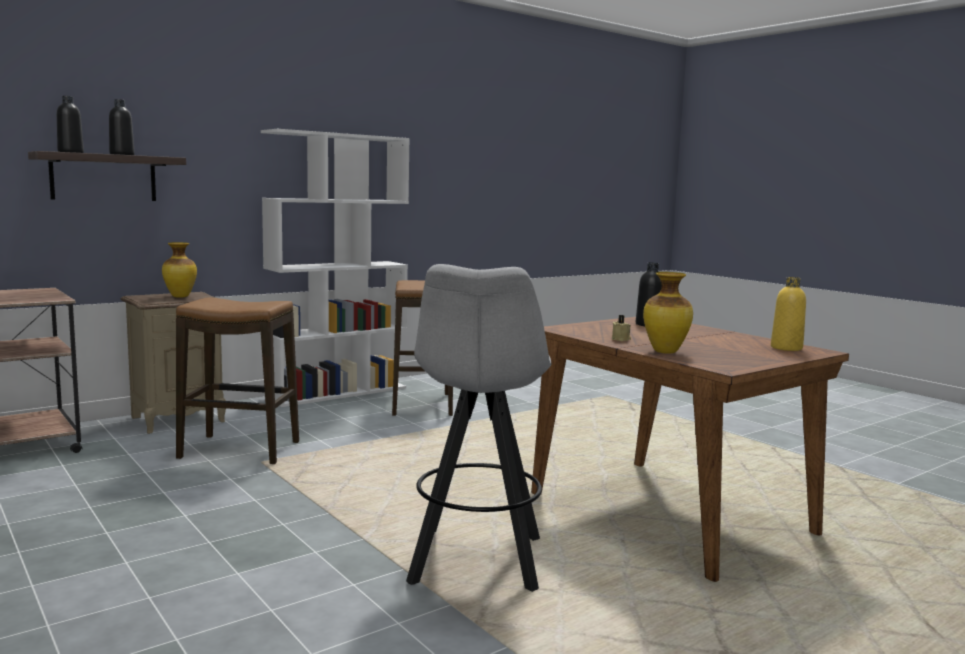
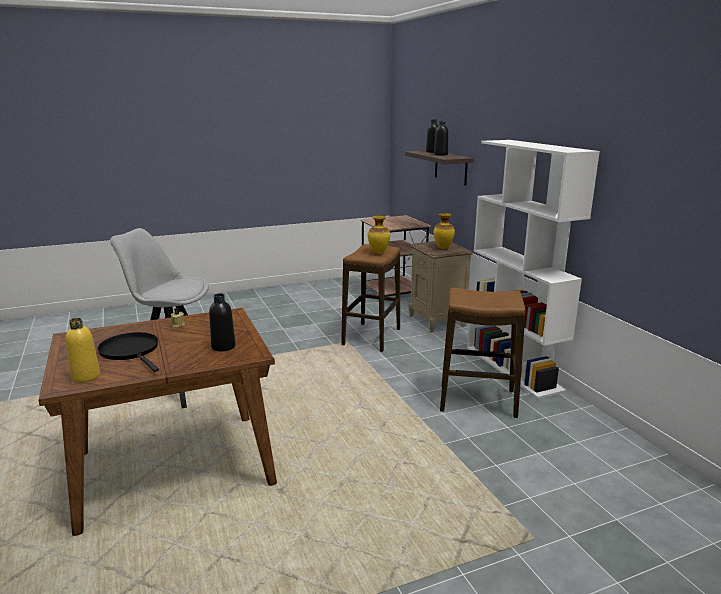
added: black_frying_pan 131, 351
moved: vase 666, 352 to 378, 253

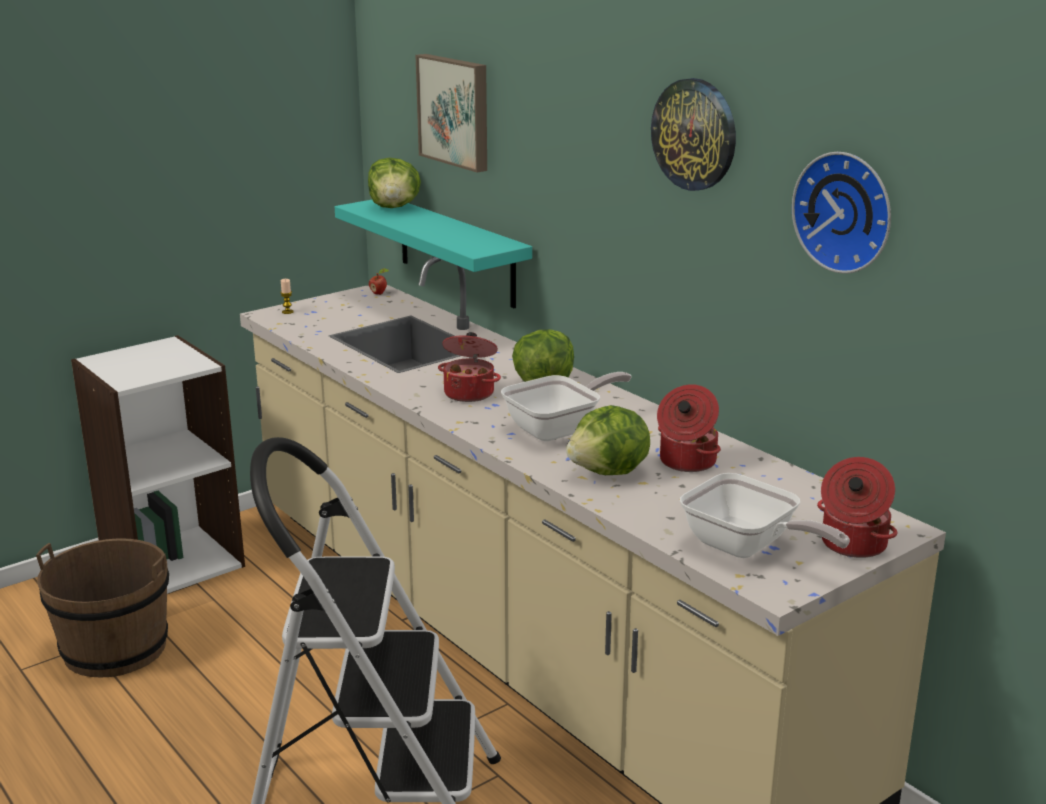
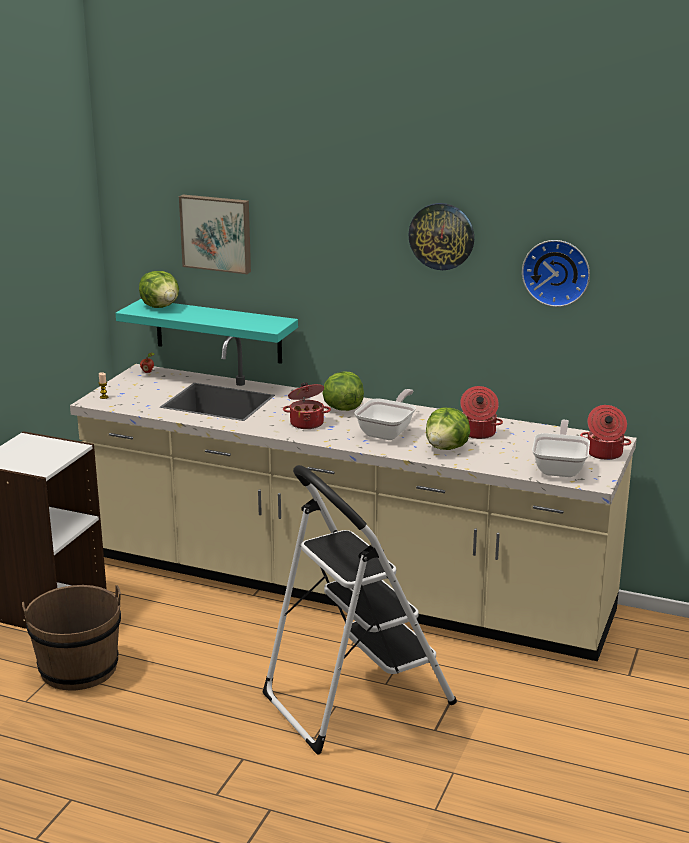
turned: frying_pan 747, 548 = 560, 468 90 degrees counterclockwise

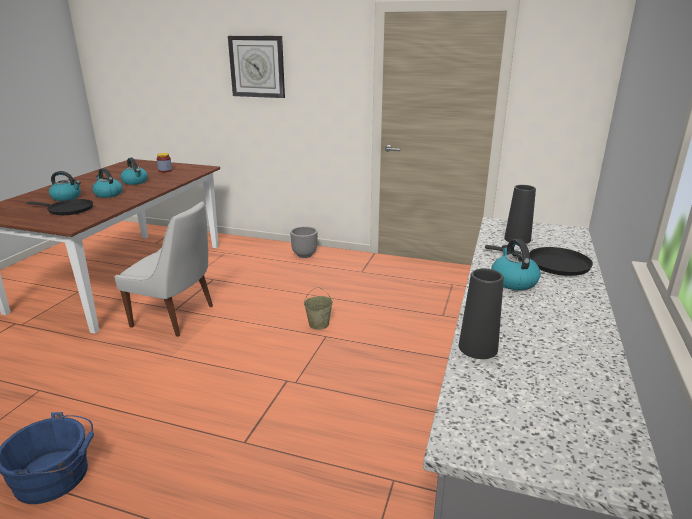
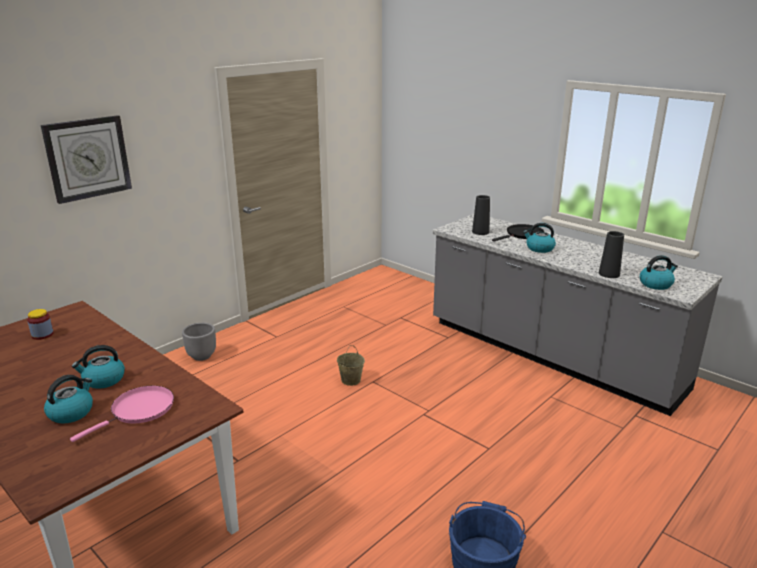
removed: white_chair 176, 317
moved: kettle 135, 182 to 656, 284
recoloured: black_frying_pan 68, 210 to pink_frying_pan 139, 410

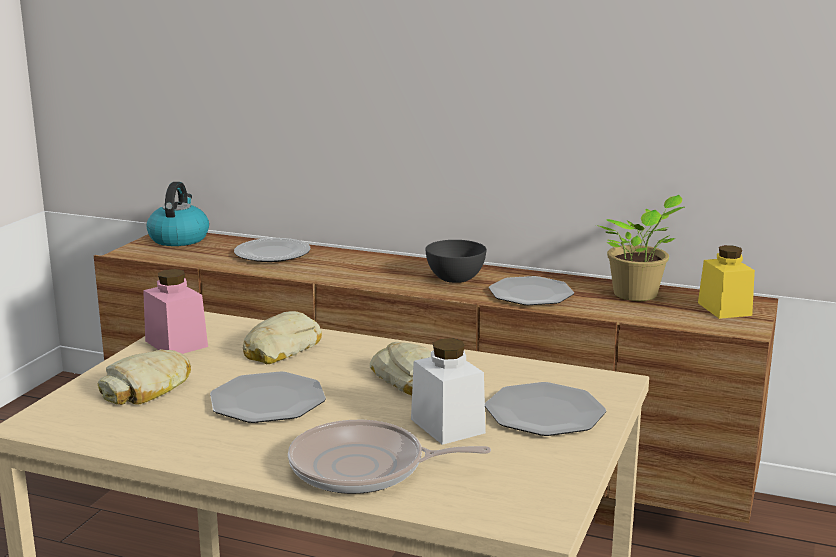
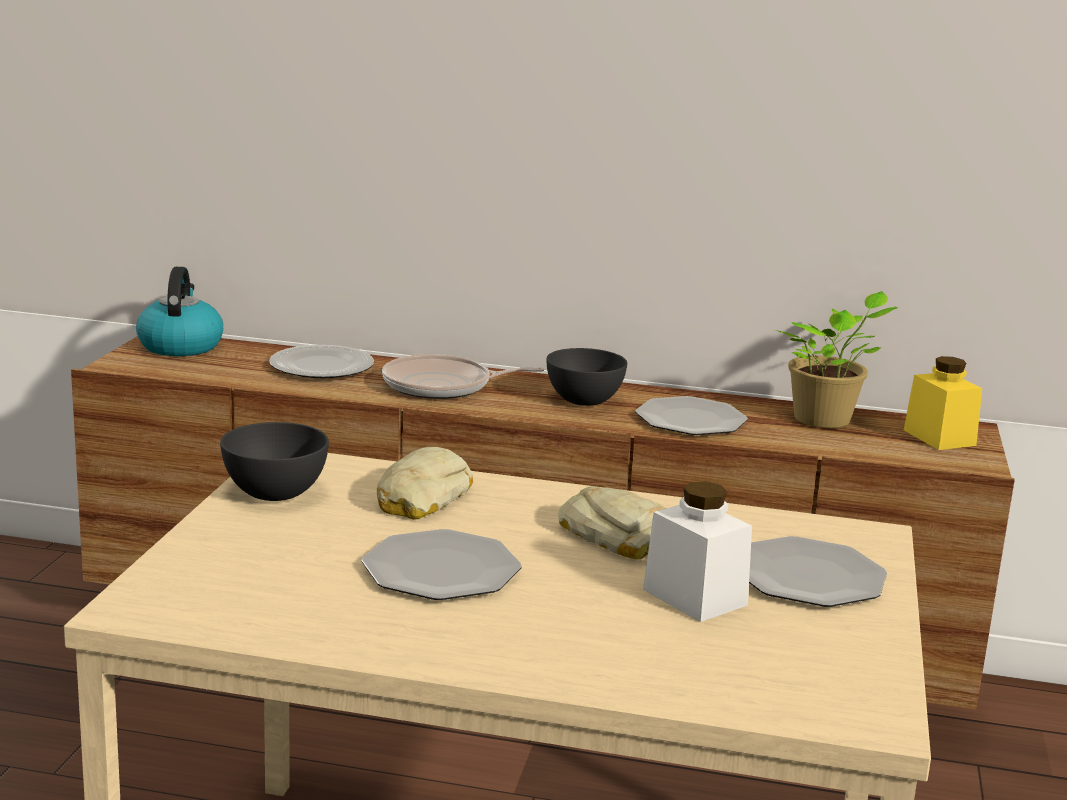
removed: bread 148, 388
moved: frying_pan 364, 468 to 443, 386
replaced: pink_jar 176, 344 to grey_bowl 274, 493

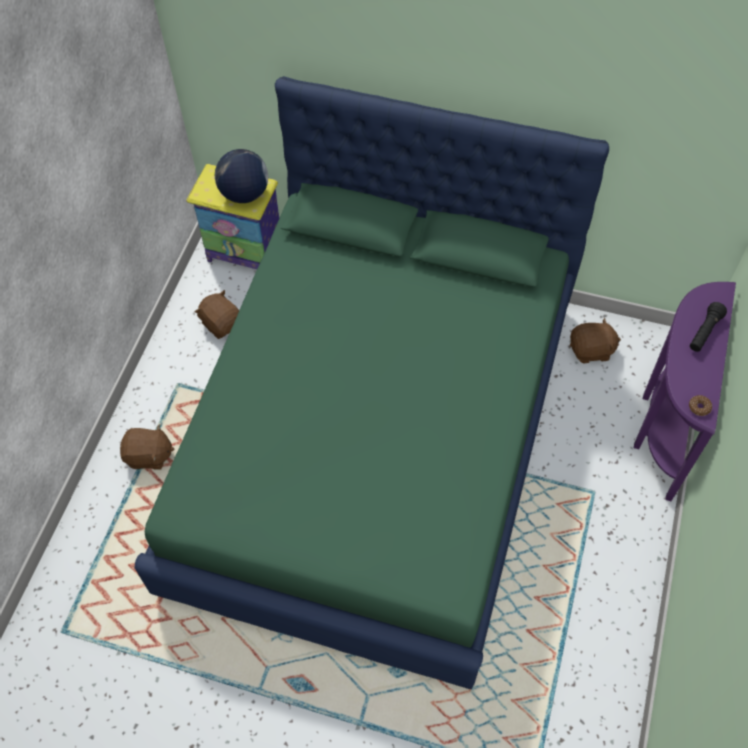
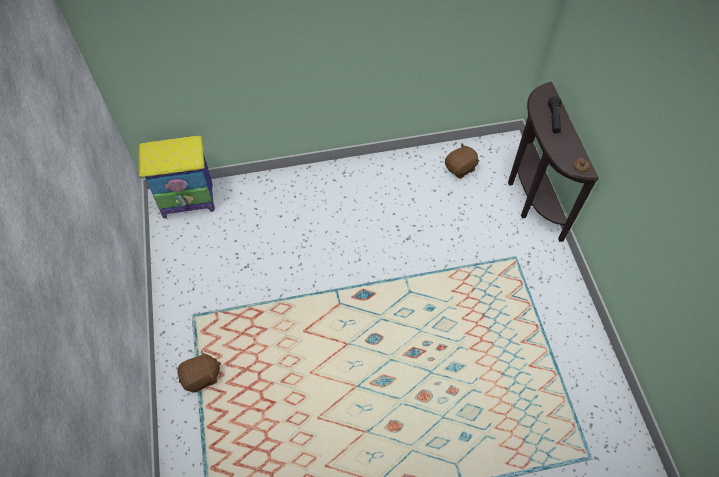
removed: green_bed 376, 440; brown_plush_toy 222, 323; globe 244, 194
recoloured: purple_console_table 661, 427 to brown_console_table 530, 198

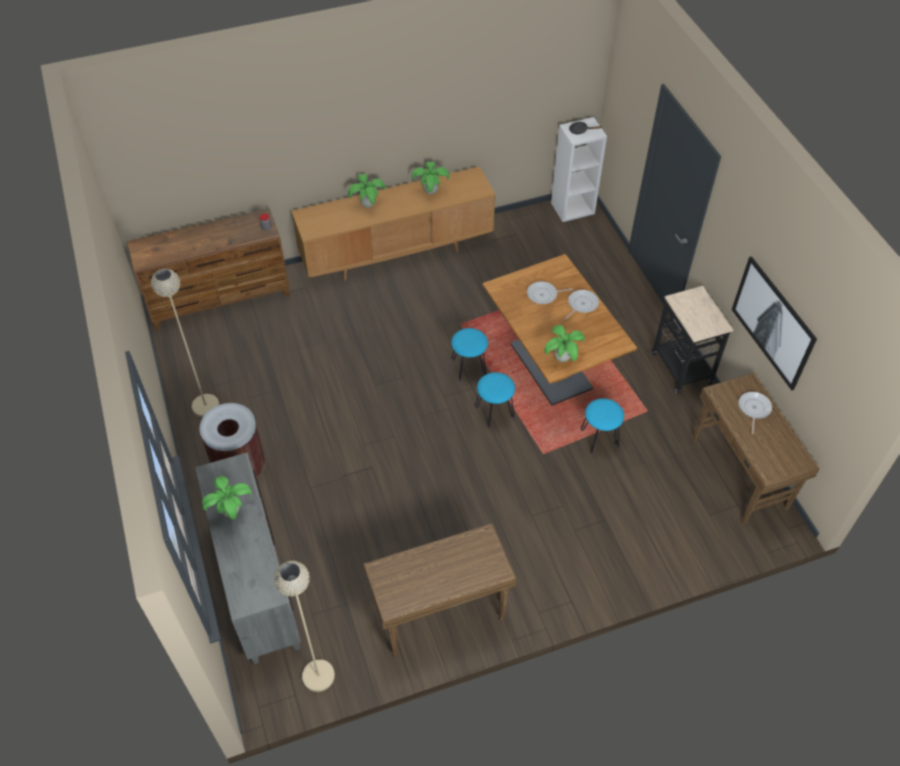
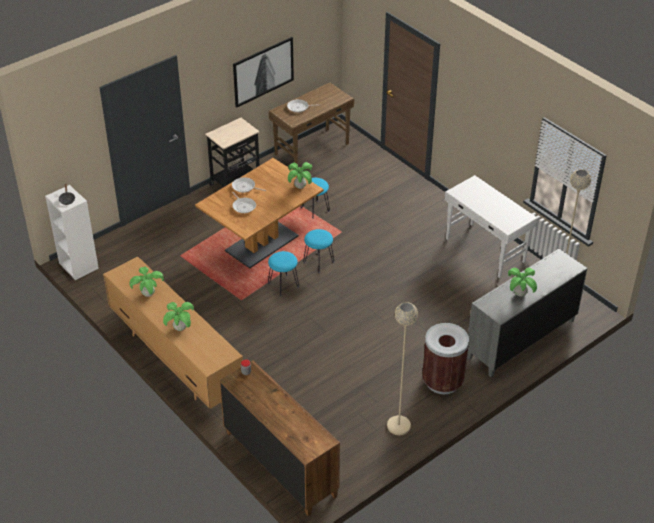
recoloured: brown_console_table 439, 613 to white_console_table 485, 250

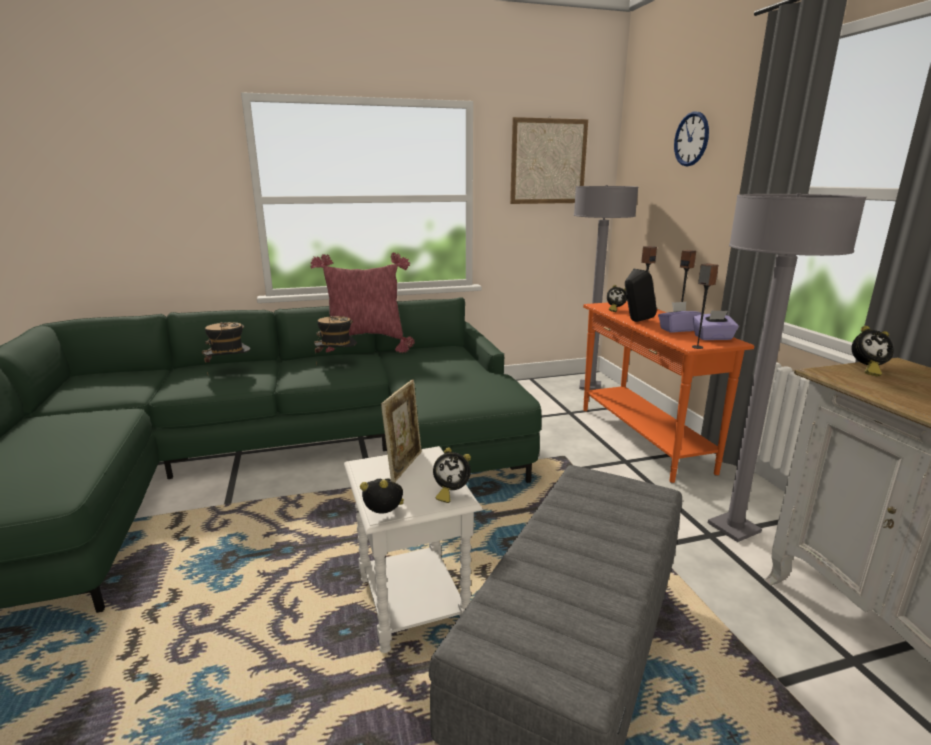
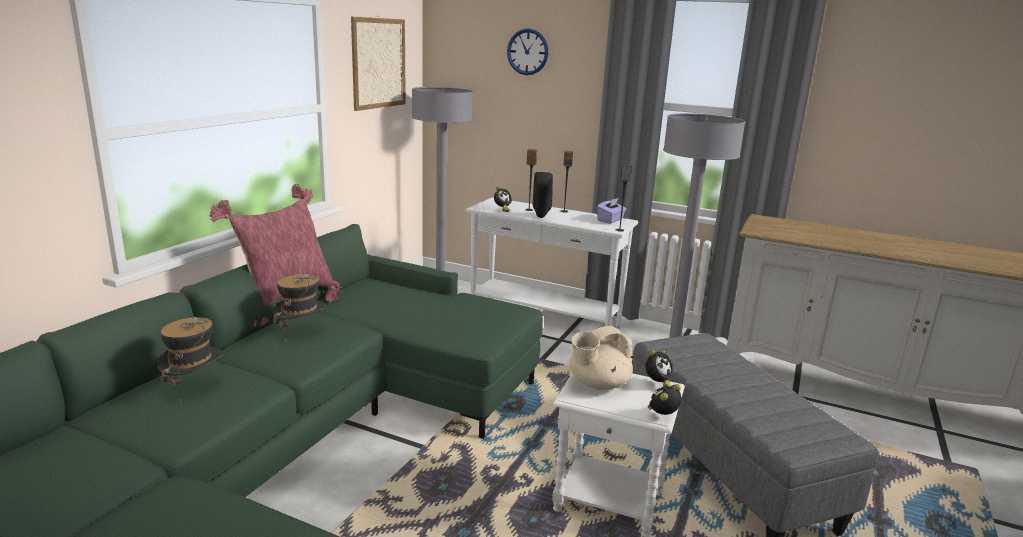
removed: purple_tissue_box 677, 329; alarm_clock 866, 370
replaced: picture_frame 404, 466 to beige_teapot 597, 384
recoloured: orange_console_table 644, 439 to white_console_table 545, 318

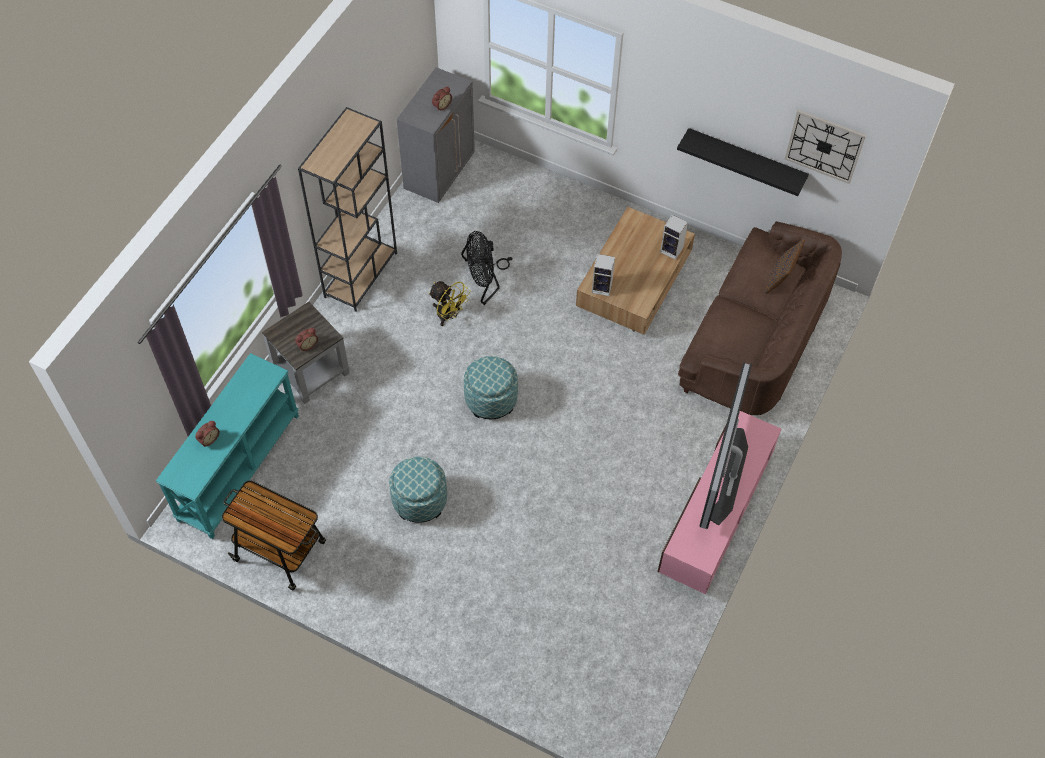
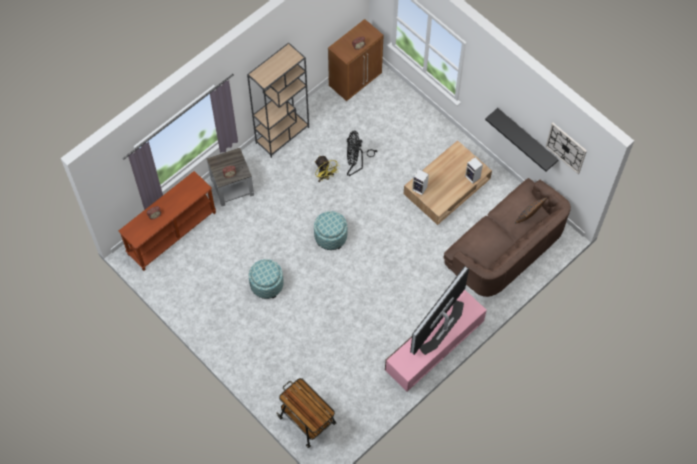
moved: cart 281, 552 to 307, 421
recoloured: turquoise_console_table 238, 466 to brown_console_table 171, 232; grey_cabinet 439, 169 to brown_cabinet 355, 78

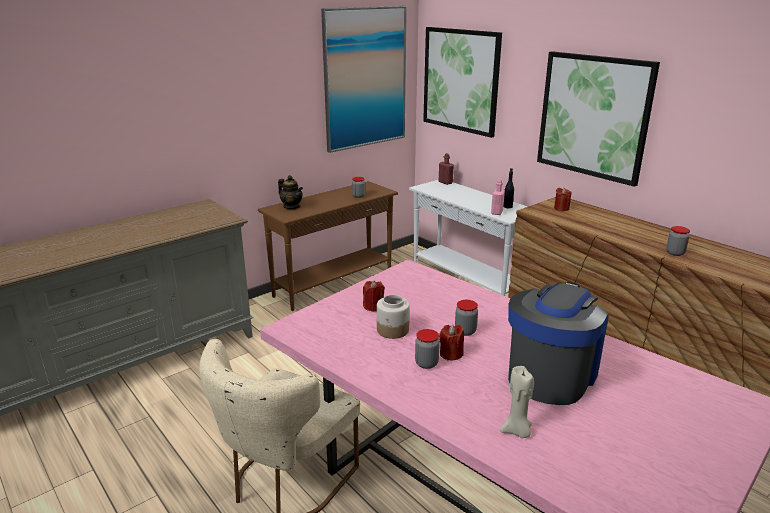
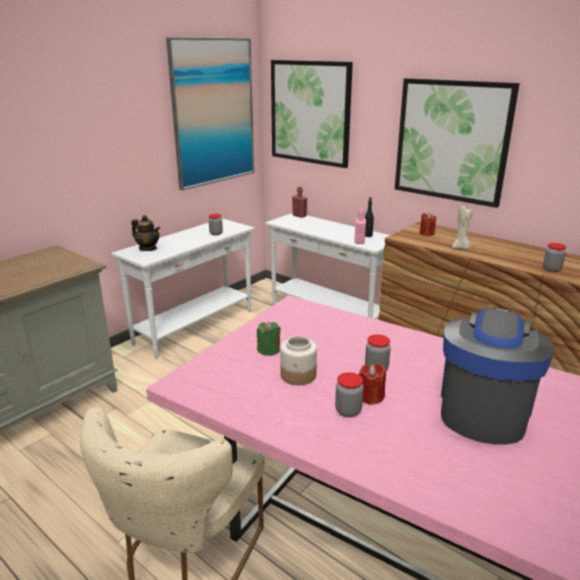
moved: beige_candle 517, 431 to 460, 248
recoloured: brown_console_table 333, 284 to white_console_table 194, 326; red_candle 373, 306 to green_candle 269, 350

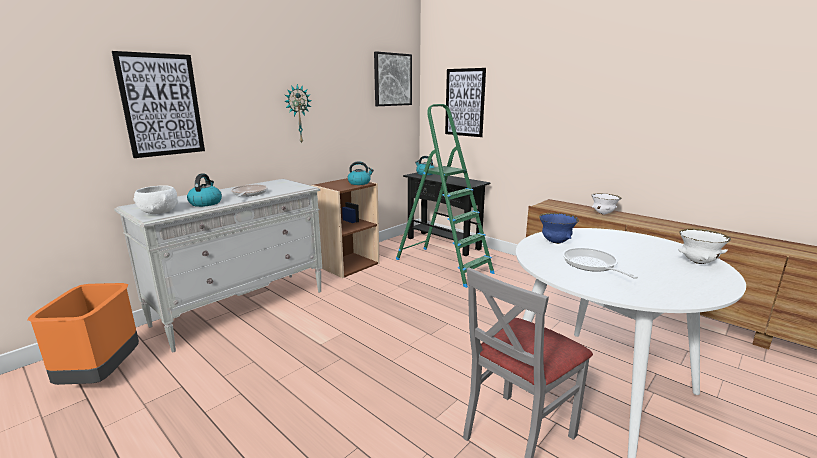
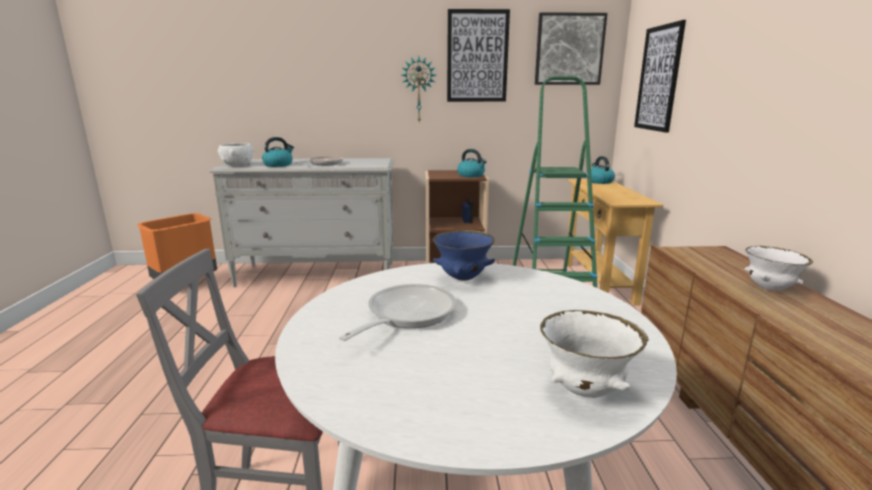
moved: picture 161, 105 to 477, 56
recoloured: black_console_table 443, 243 to beige_console_table 598, 282

